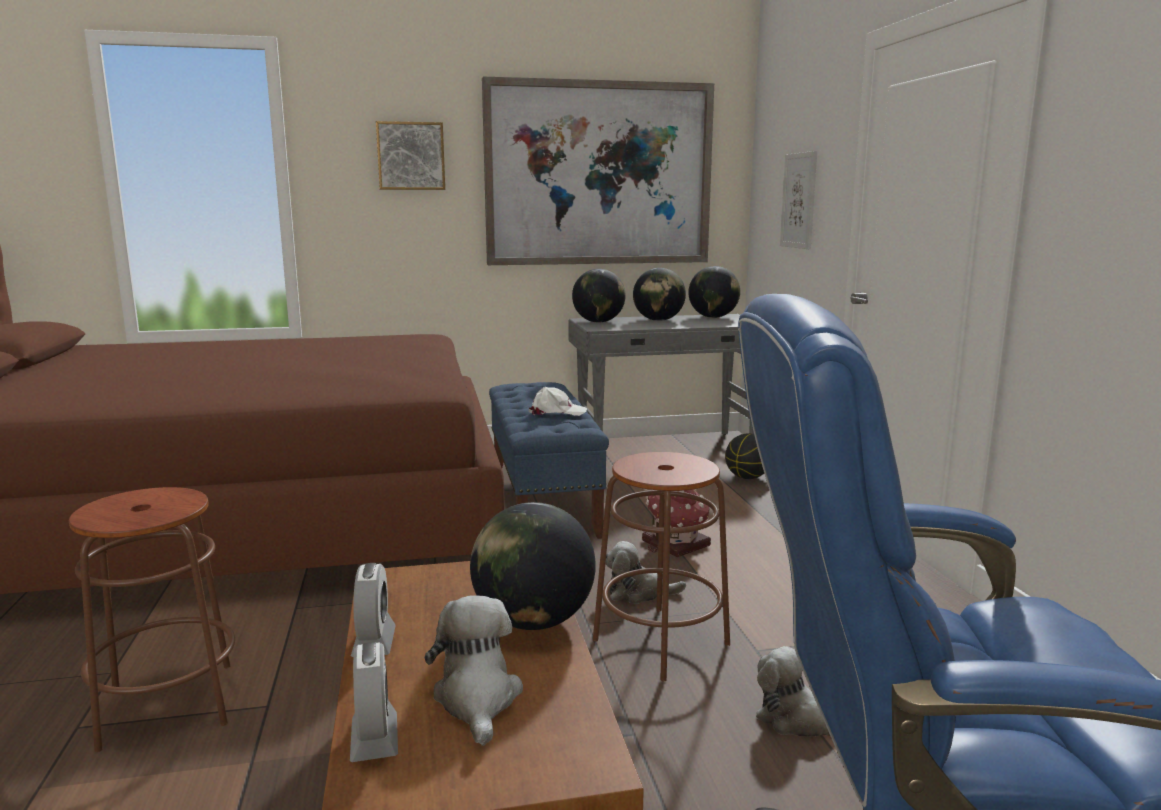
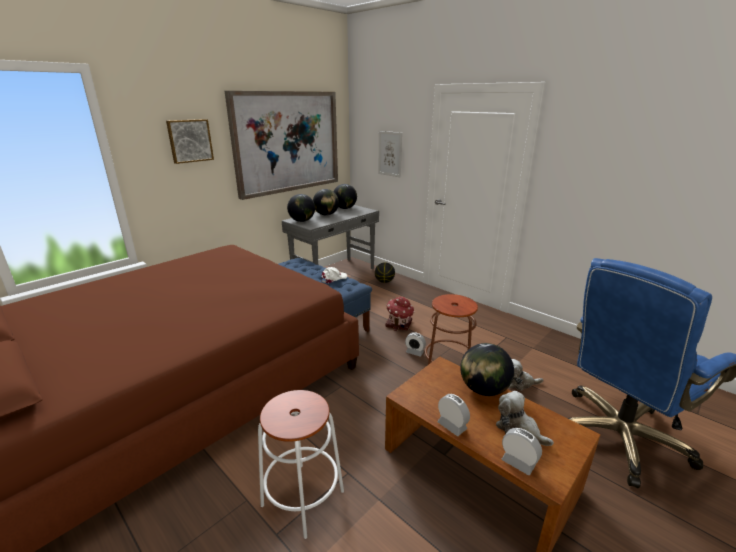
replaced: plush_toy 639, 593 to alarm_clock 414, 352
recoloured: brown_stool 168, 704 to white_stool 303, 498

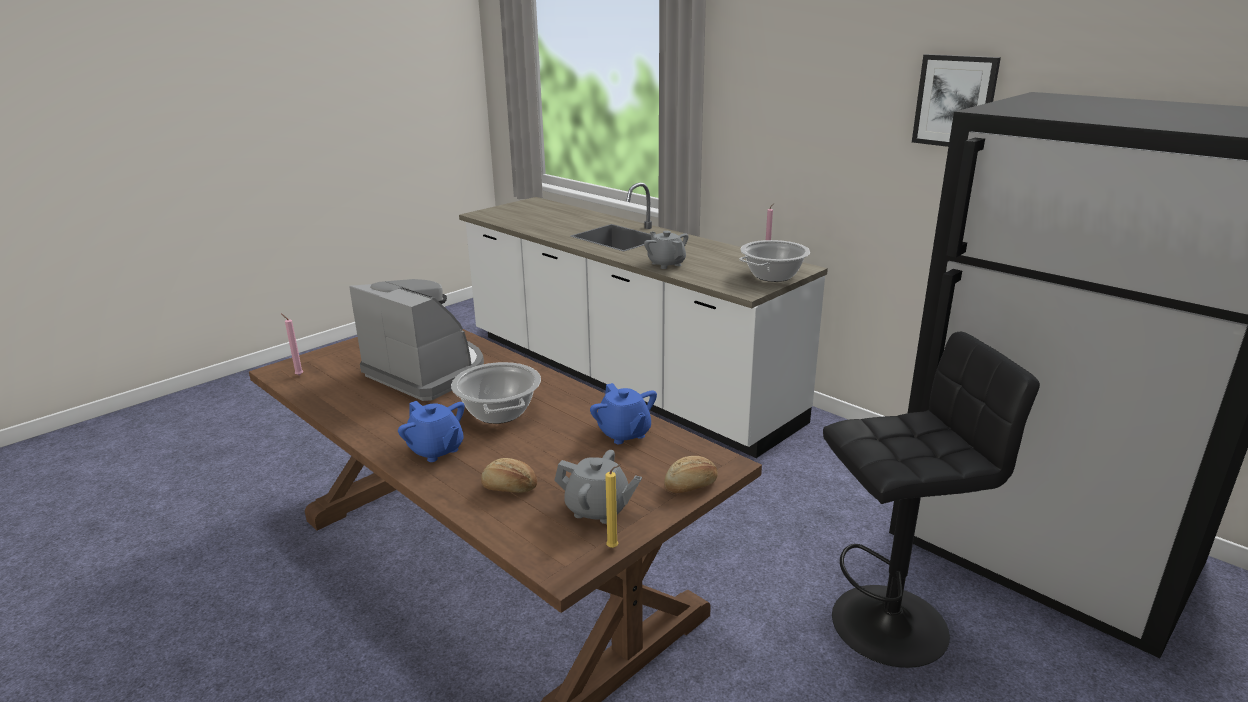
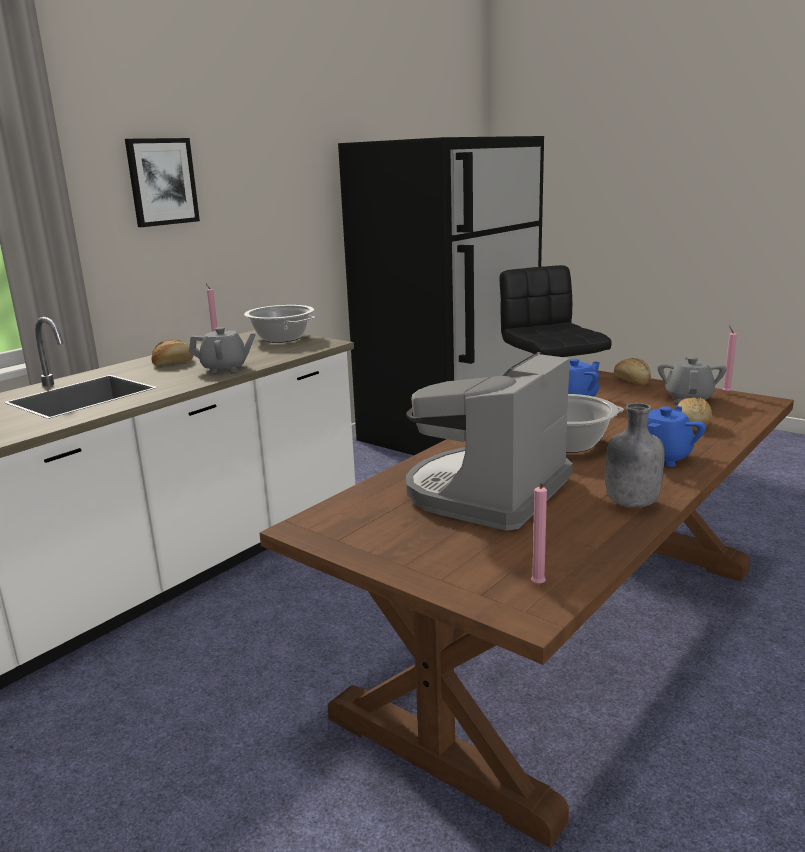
added: bread 173, 363; grey_bottle 630, 503
moved: picture 955, 101 to 162, 182
recoloured: yellow_candle 614, 547 to pink_candle 725, 392
turned: grey_teapot 666, 264 = 225, 368 150 degrees counterclockwise

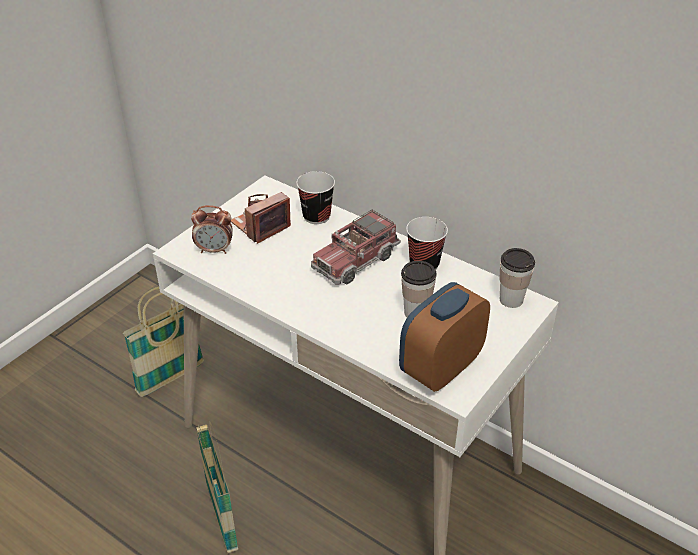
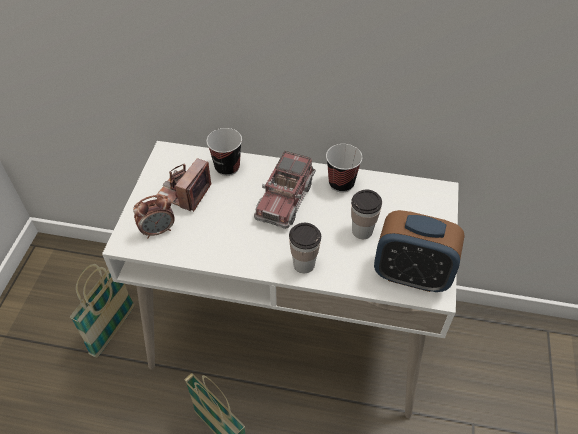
moved: cup 511, 300 to 304, 264
turned: alarm_clock 440, 368 = 411, 275 90 degrees counterclockwise

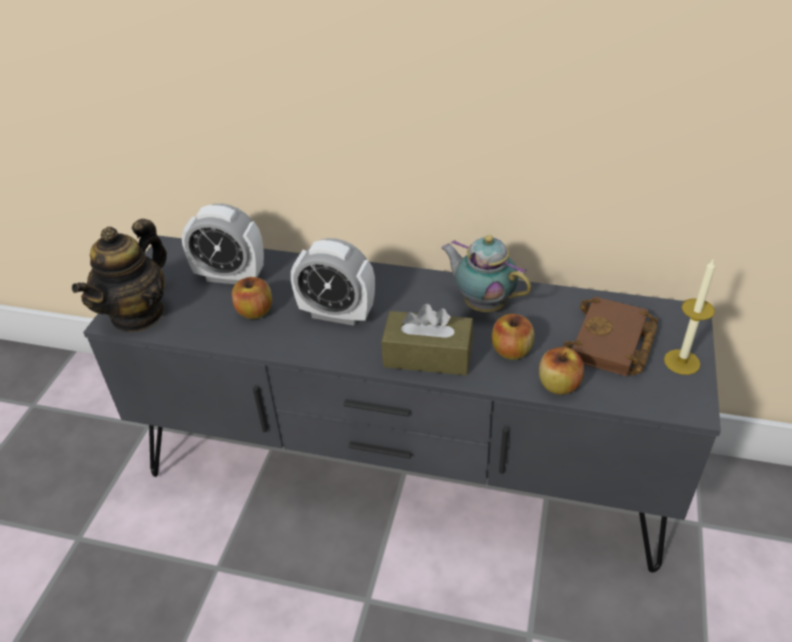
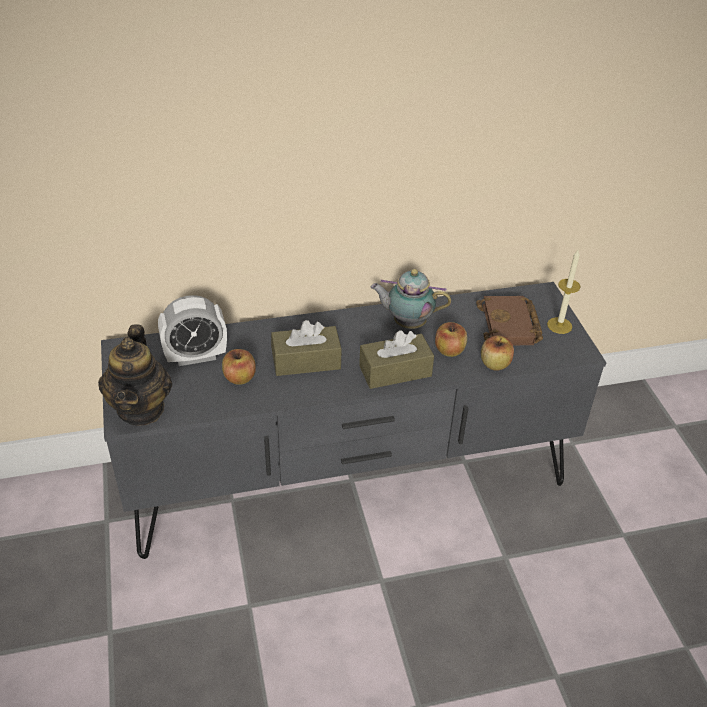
replaced: alarm_clock 336, 314 to brown_tissue_box 306, 361

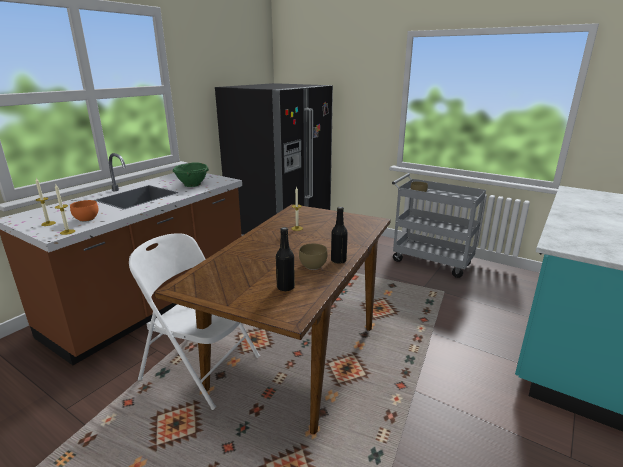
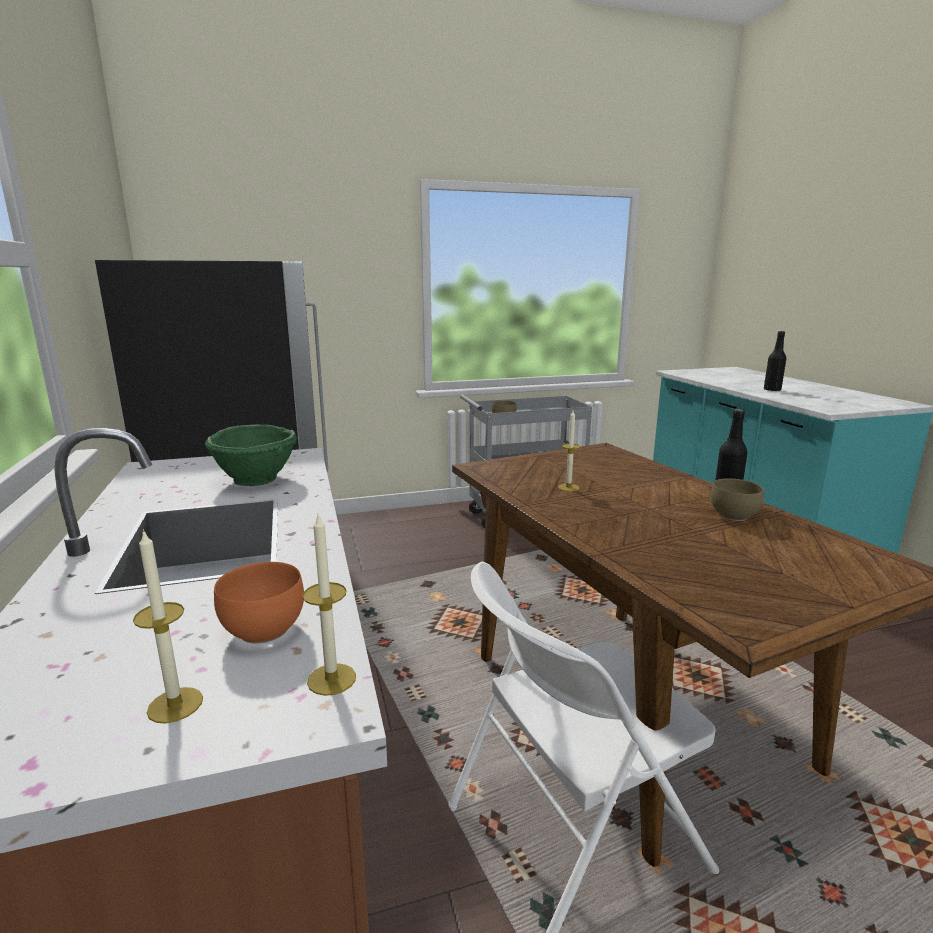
moved: black_bottle 285, 287 to 772, 390

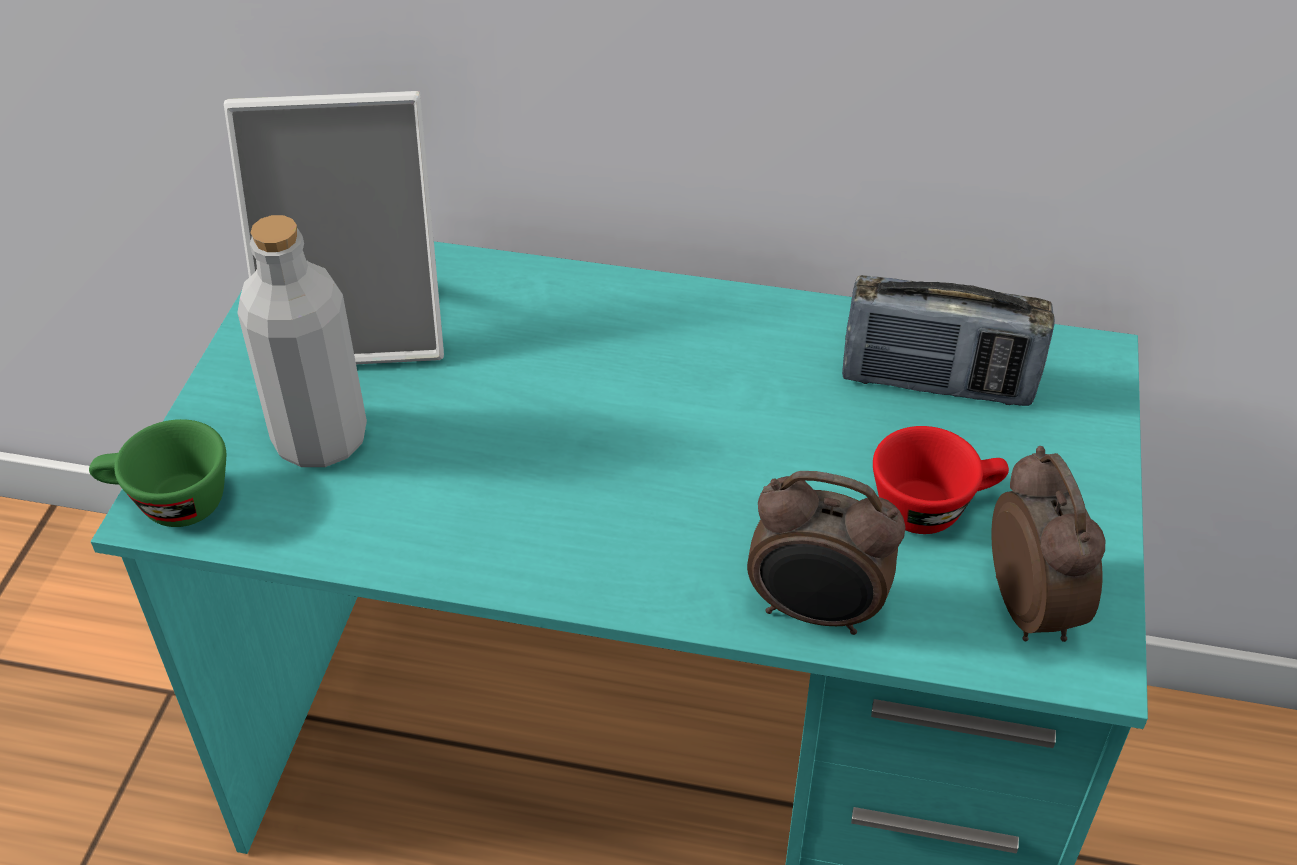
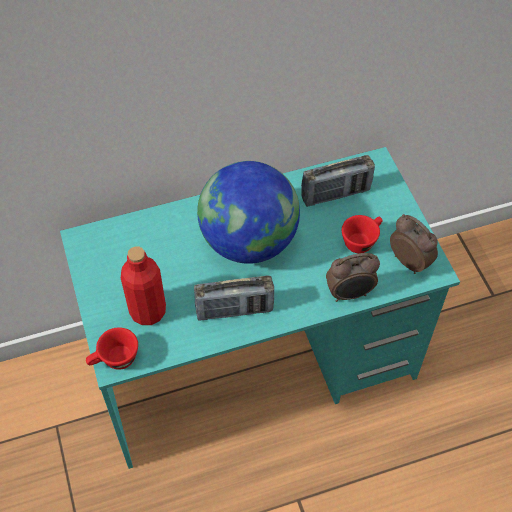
removed: picture_frame 359, 323
added: radio 234, 310; globe 249, 241
recoloured: green_cup 168, 503 to red_cup 114, 360; grey_bottle 320, 439 to red_bottle 148, 311

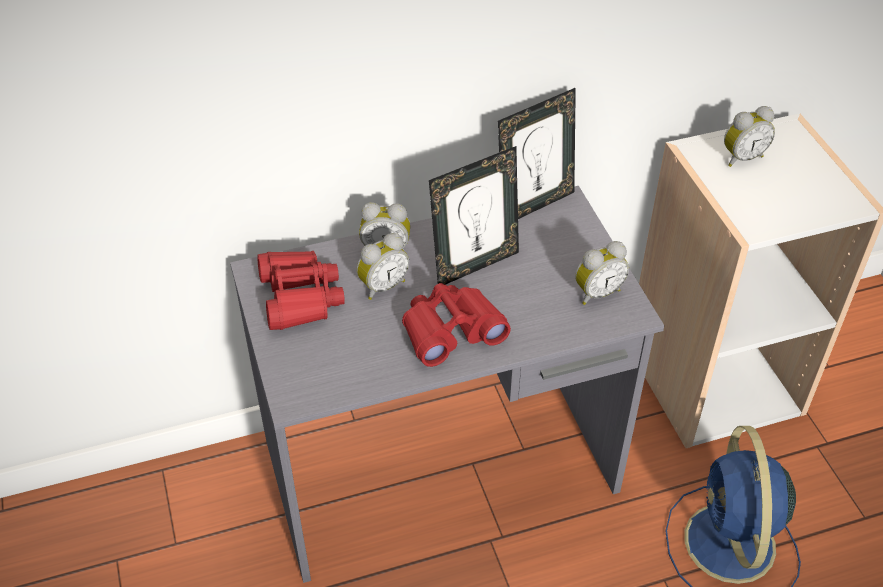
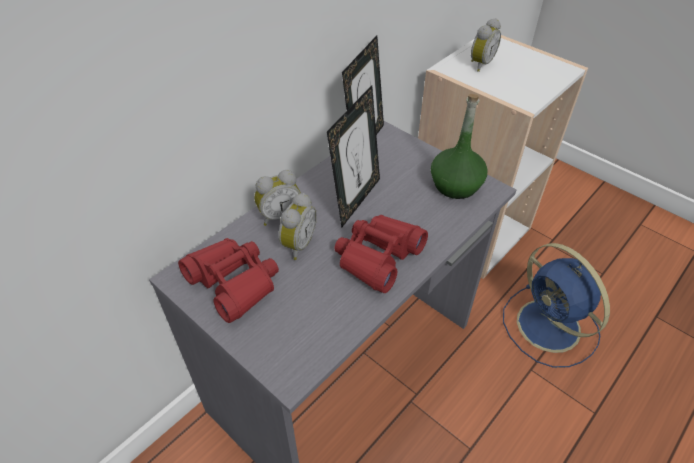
replaced: alarm_clock 597, 292 to green_bottle 455, 185

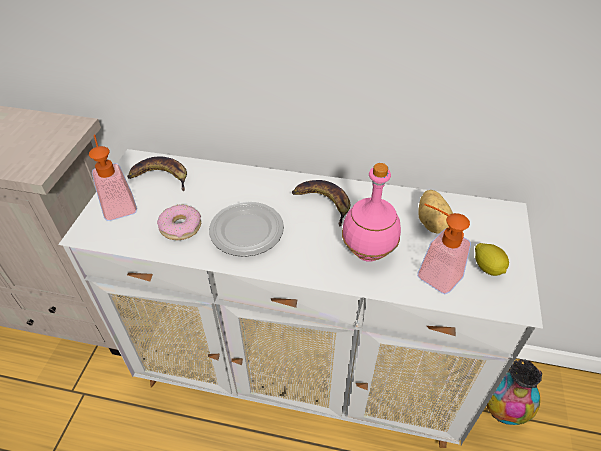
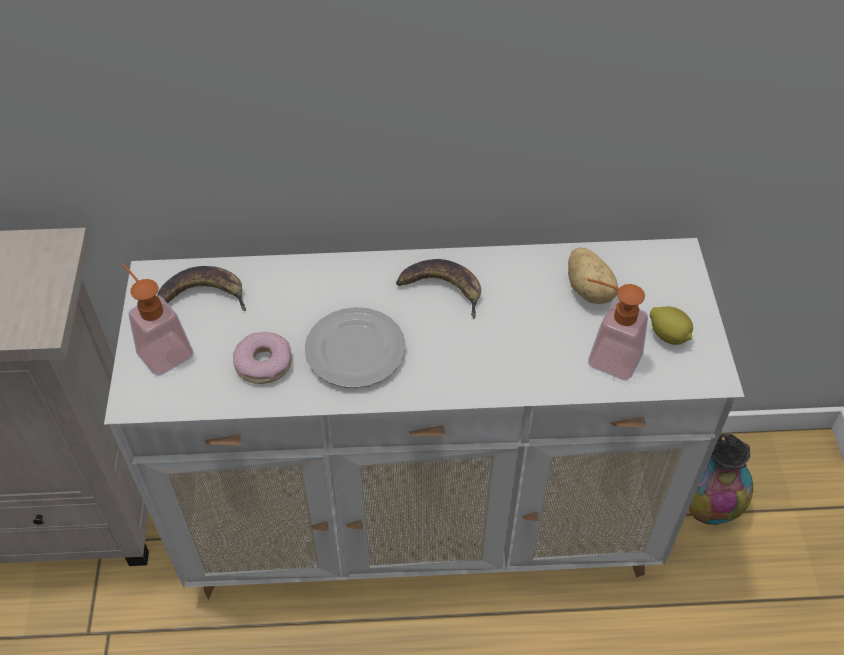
removed: pink_bottle 367, 252

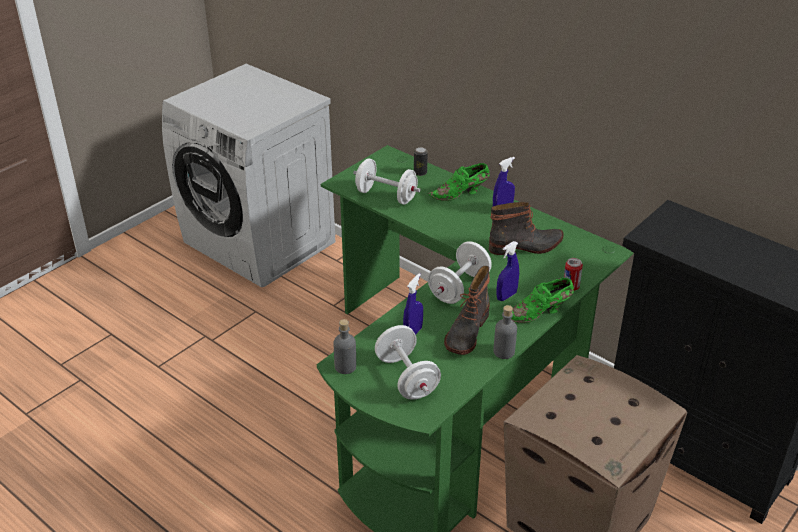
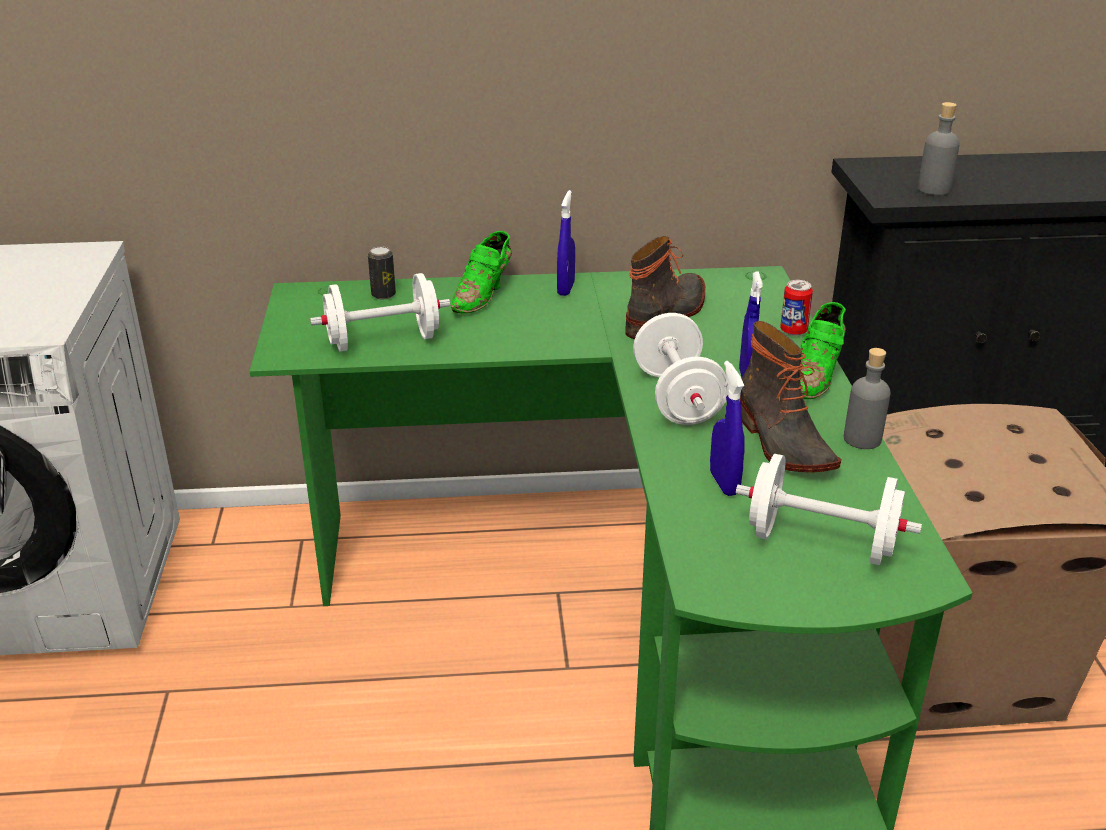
moved: grey_bottle 345, 366 to 934, 189

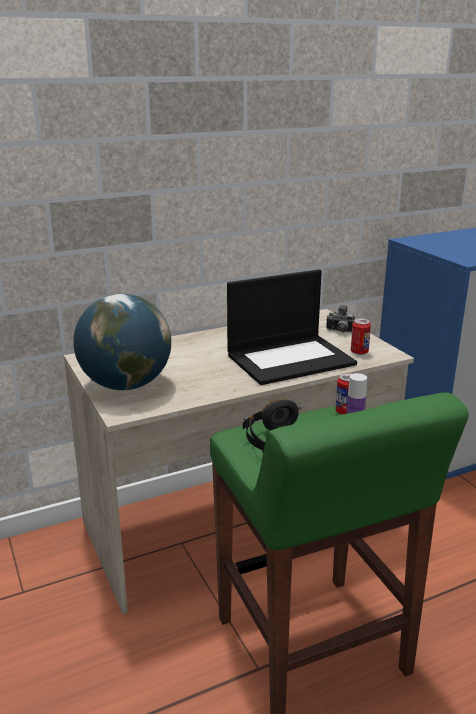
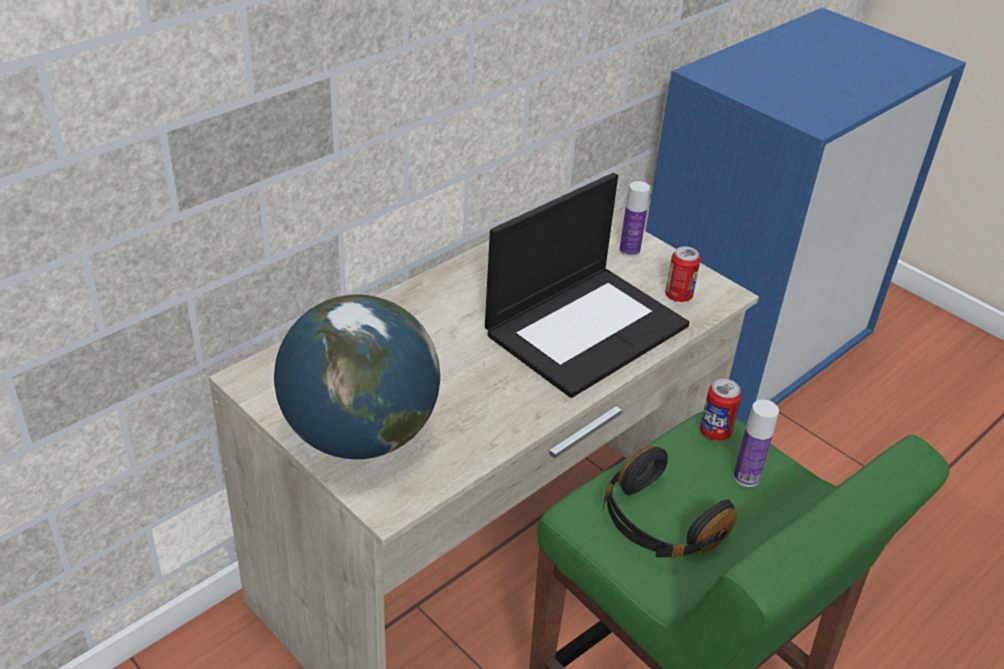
replaced: photo_camera 340, 332 to bottle 629, 250

